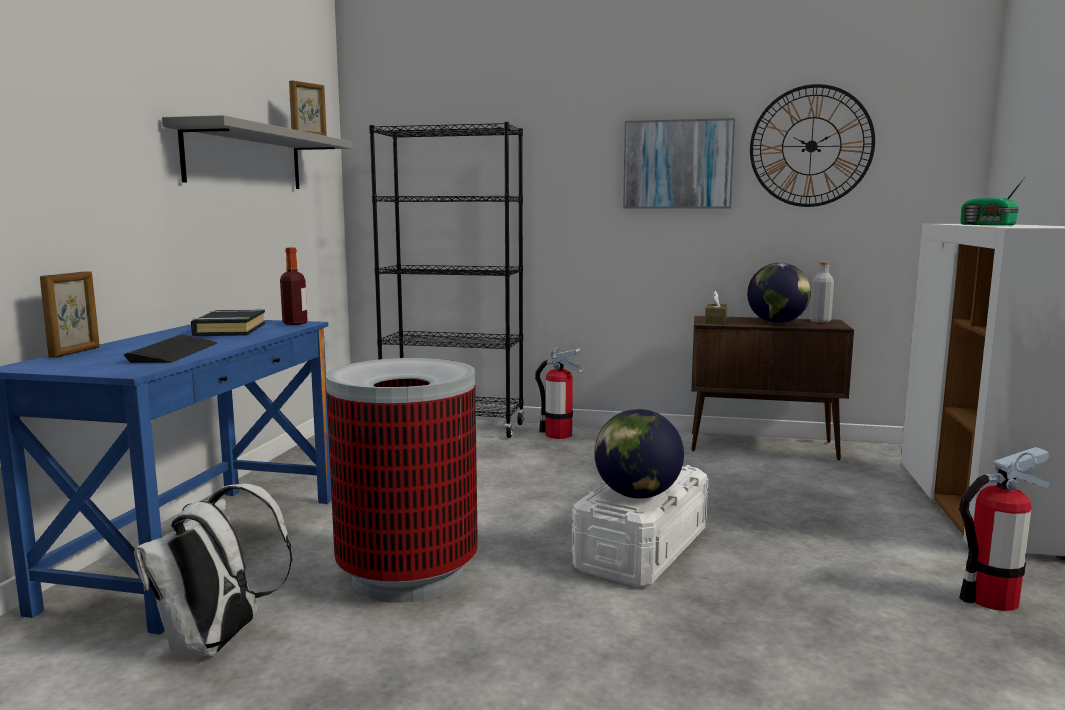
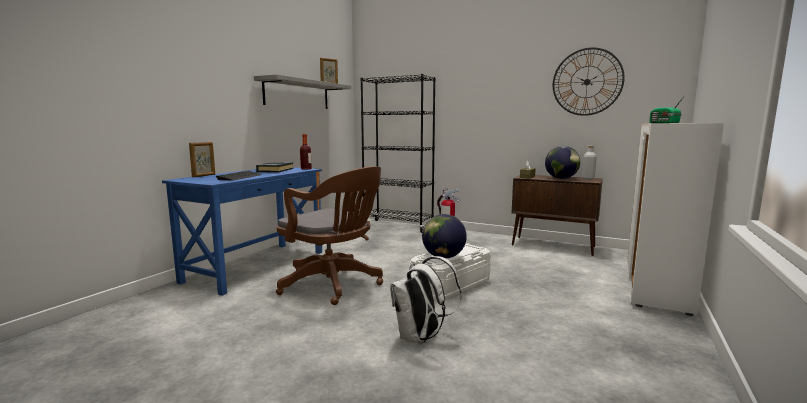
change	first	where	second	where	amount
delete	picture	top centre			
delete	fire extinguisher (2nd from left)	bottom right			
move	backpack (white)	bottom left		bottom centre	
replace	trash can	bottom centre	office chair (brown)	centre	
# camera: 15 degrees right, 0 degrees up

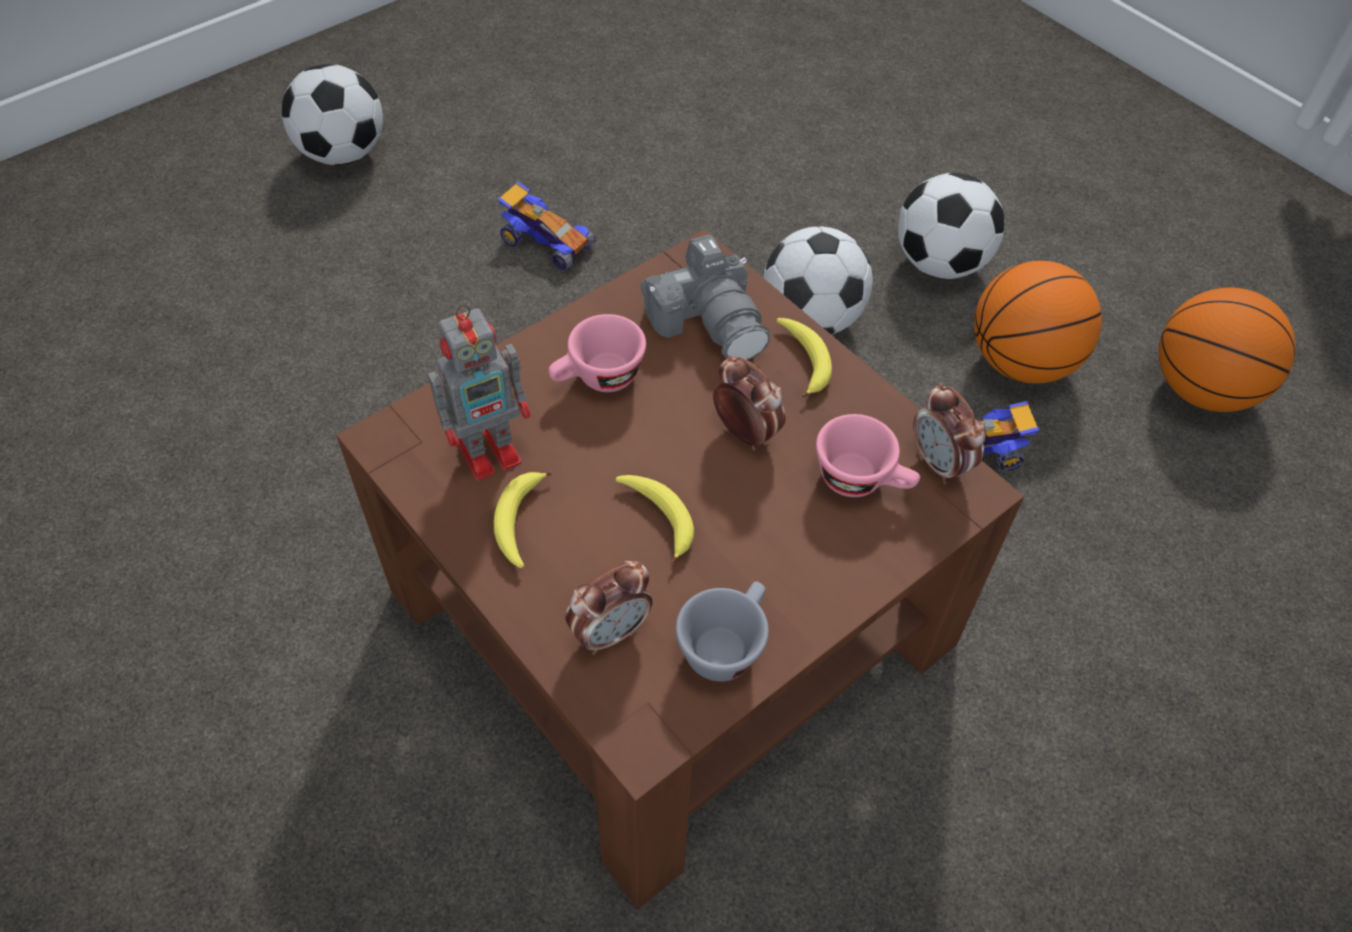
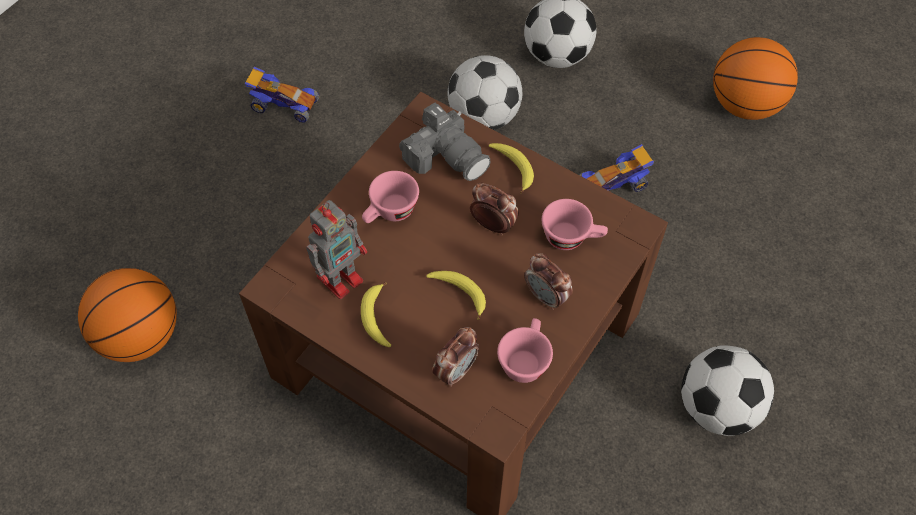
change	first	where	second	where	amount
move	football (1st from left in the first image)	top left	football (3rd from left)	bottom right	
move	alarm clock (3rd from left)	middle right		centre	
move	basketball (1st from left)	middle right		middle left	
recolor	cup (grey)	bottom centre	cup (pink) (2nd from left)	bottom centre	
# camera: 15 degrees left, 5 degrees up

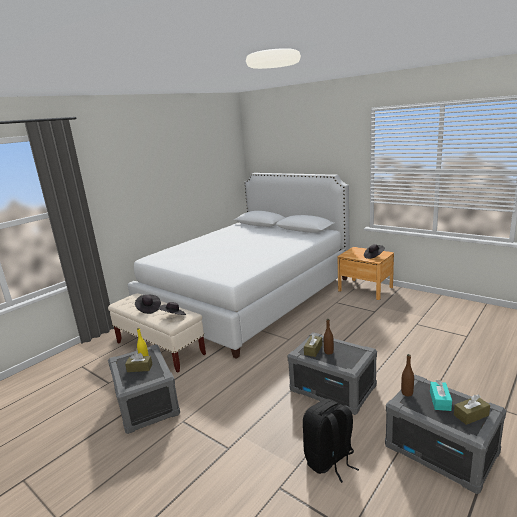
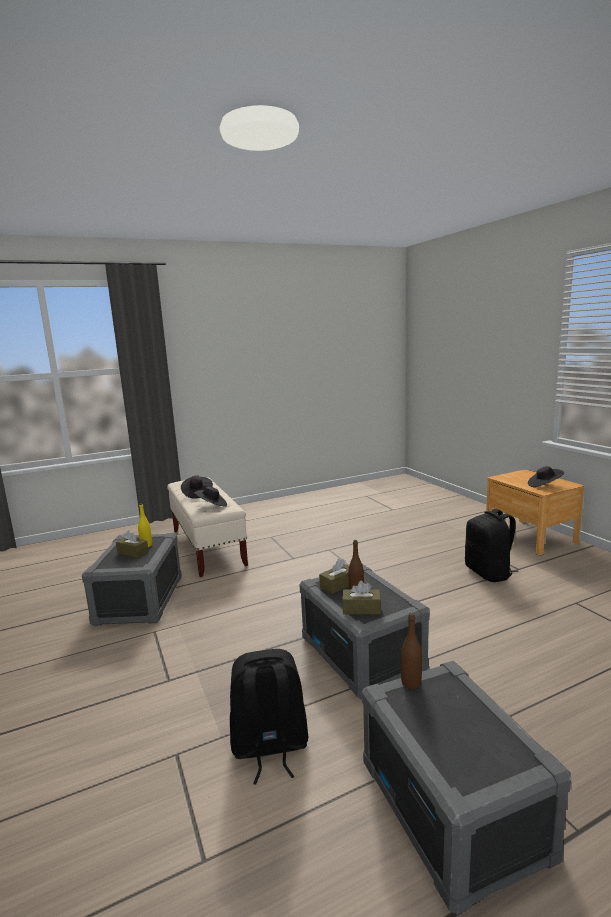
change	first	where	second	where	amount
delete	bed (white)	centre			
delete	tissue box (turquoise)	bottom right			
insert			backpack (black) (2nd from left)	middle right	
move	tissue box (brown) (3rd from left)	bottom right		centre	
# camera: 25 degrees right, 5 degrees down

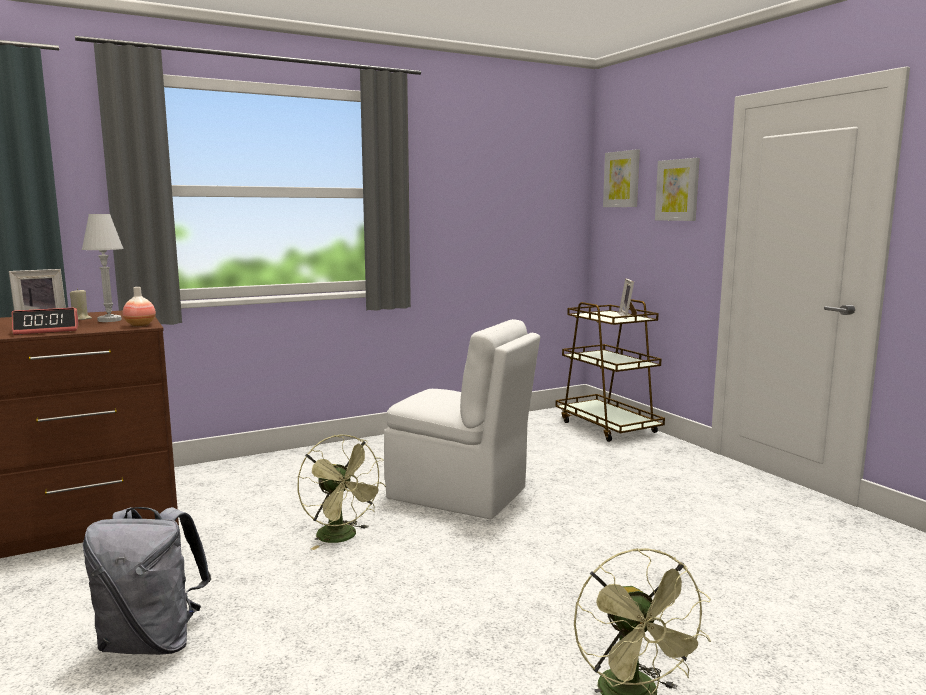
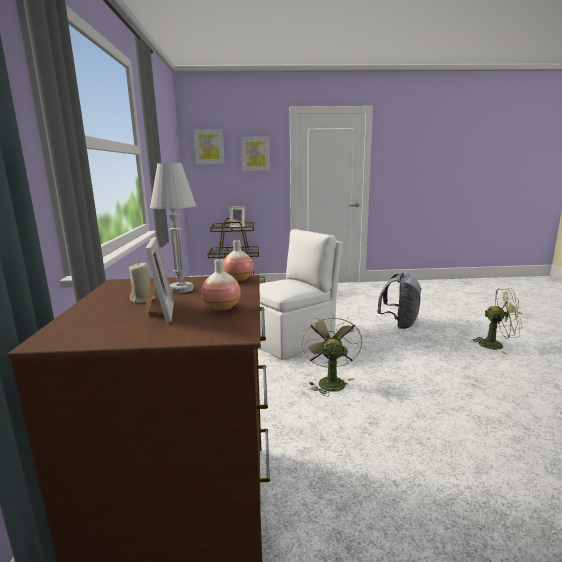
change	first	where	second	where	amount
move	backpack (grey)	bottom left		middle right	
replace	alarm clock	middle left	vase (1st from left)	centre	
rotate	fan (green) (1st from left)	bottom centre		centre	75 degrees counterclockwise
# camera: 65 degrees left, 5 degrees up

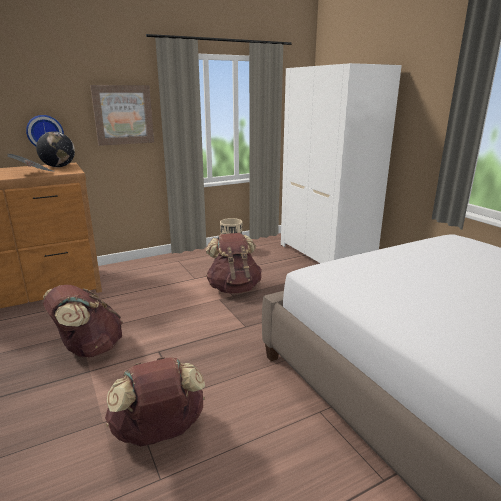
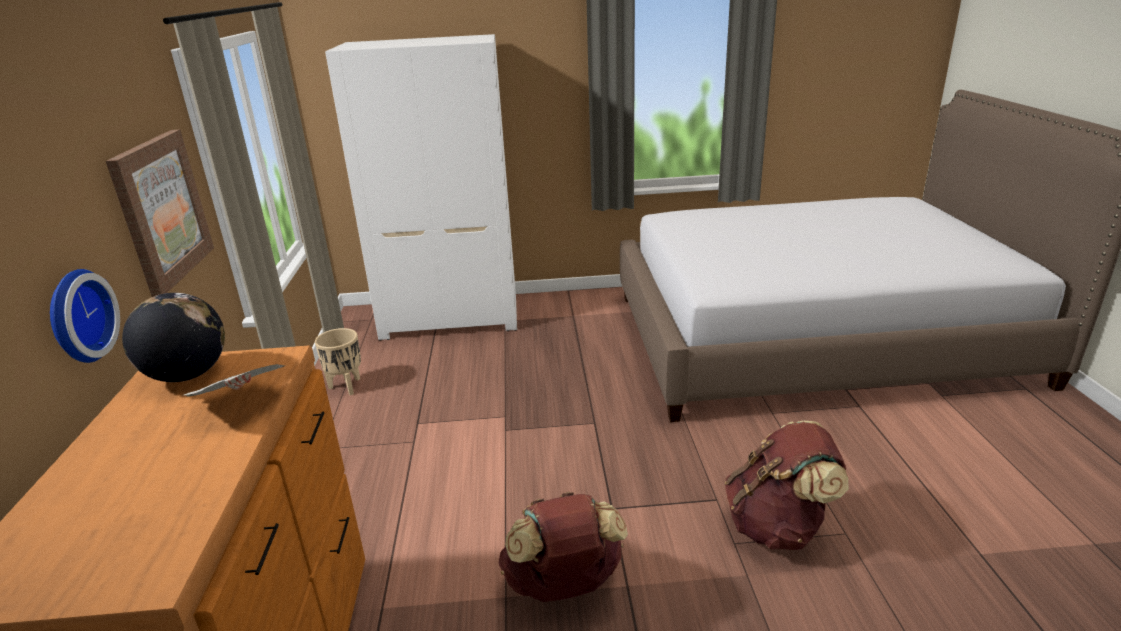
change	first	where	second	where	amount
delete	backpack (brown) (3rd from left)	centre			
# camera: 65 degrees left, 5 degrees up

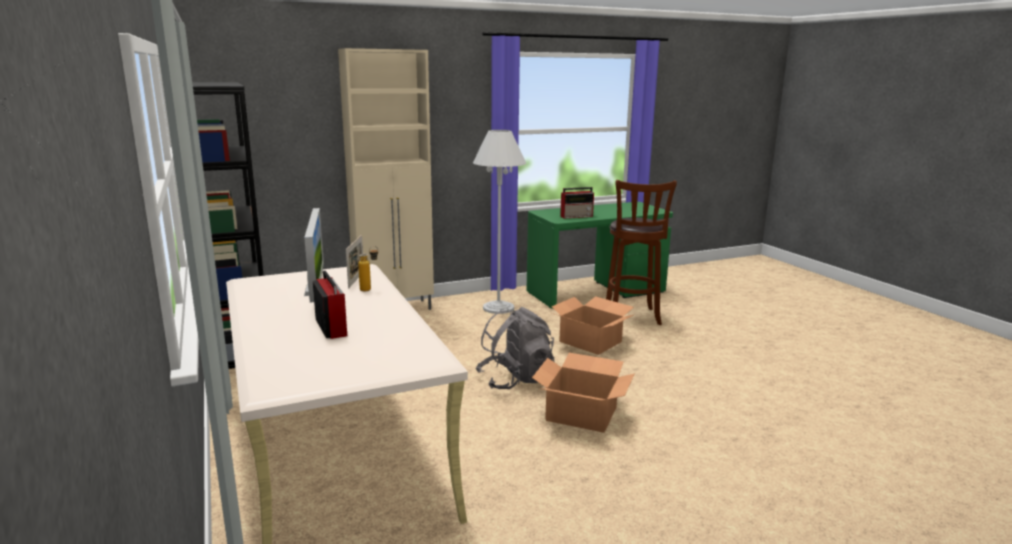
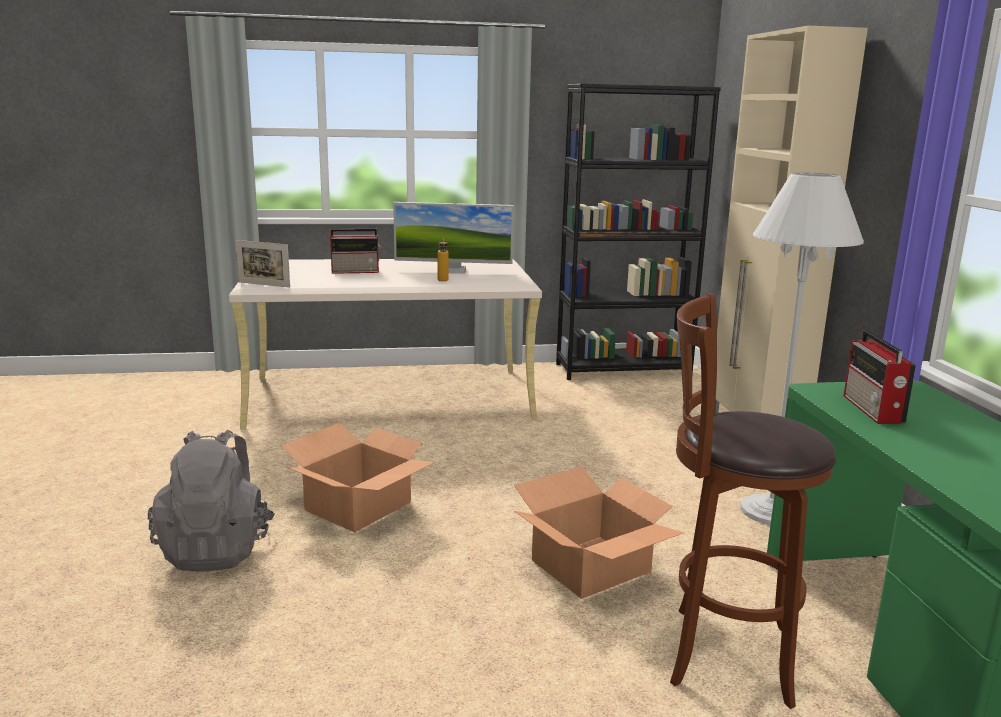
change	first	where	second	where	amount
move	picture frame	centre		middle left	
move	backpack (grey)	centre		bottom left	
# camera: 105 degrees right, 0 degrees up

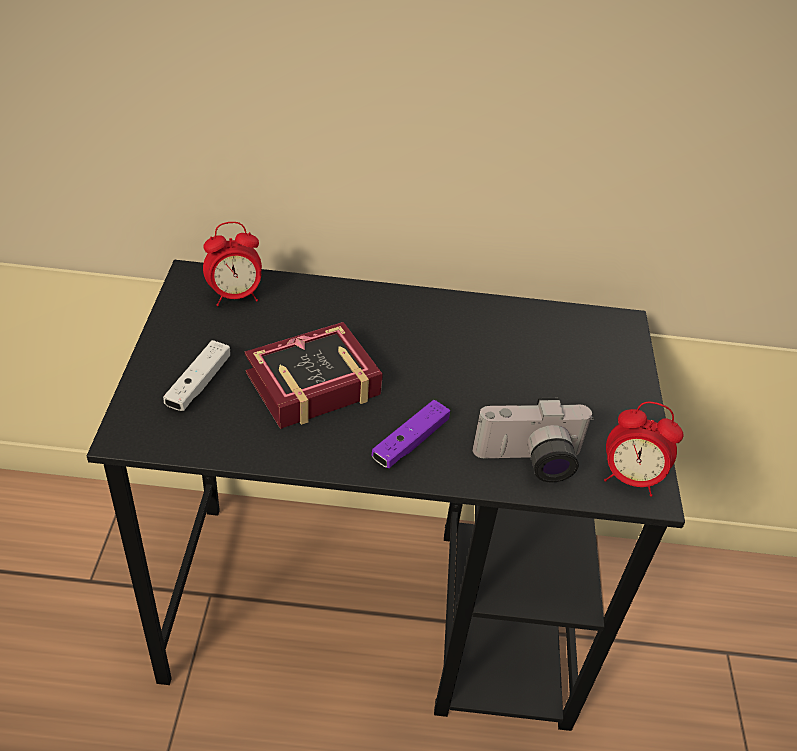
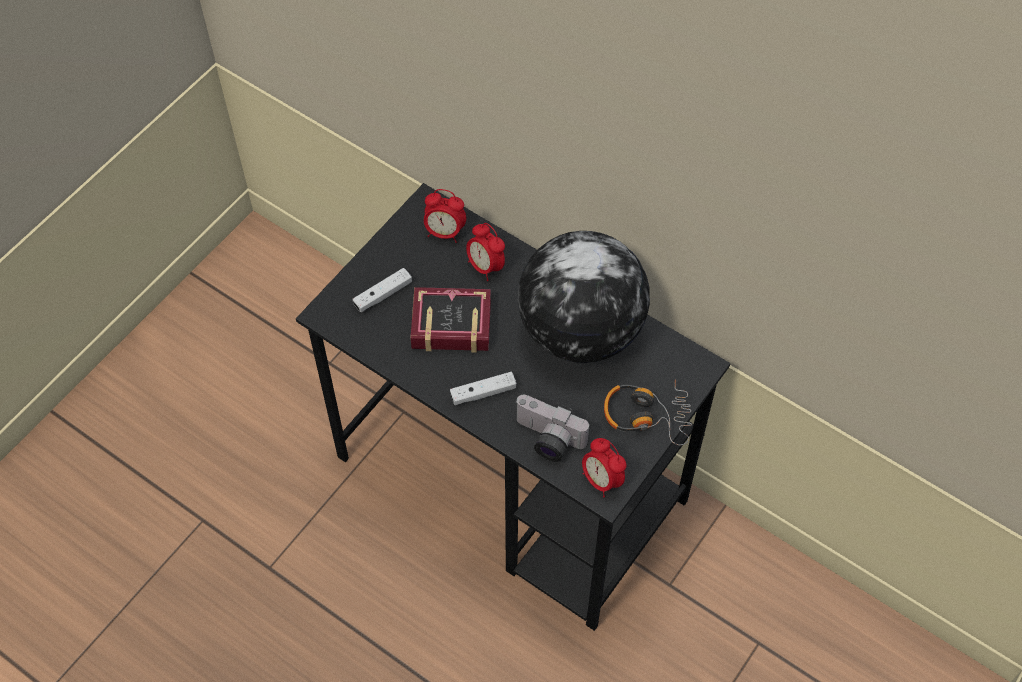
change	first	where	second	where	amount
insert			alarm clock (2nd from left)	centre	
insert			globe	centre	
insert			headphones	centre	
recolor	game controller (purple)	centre	game controller (white) (2nd from left)	centre	
# camera: 35 degrees right, 15 degrees up

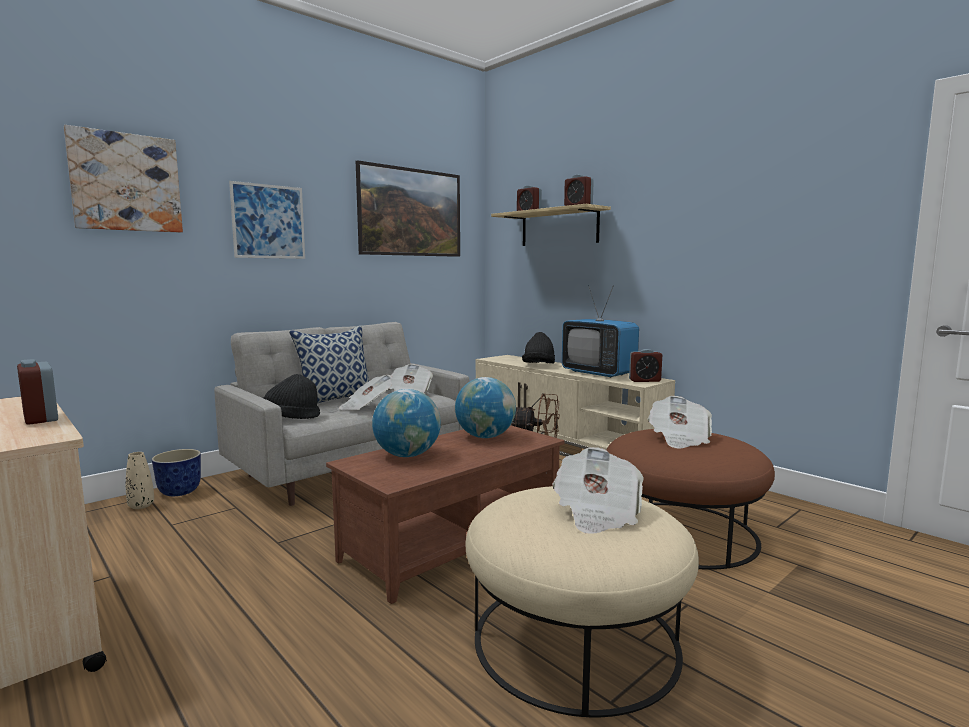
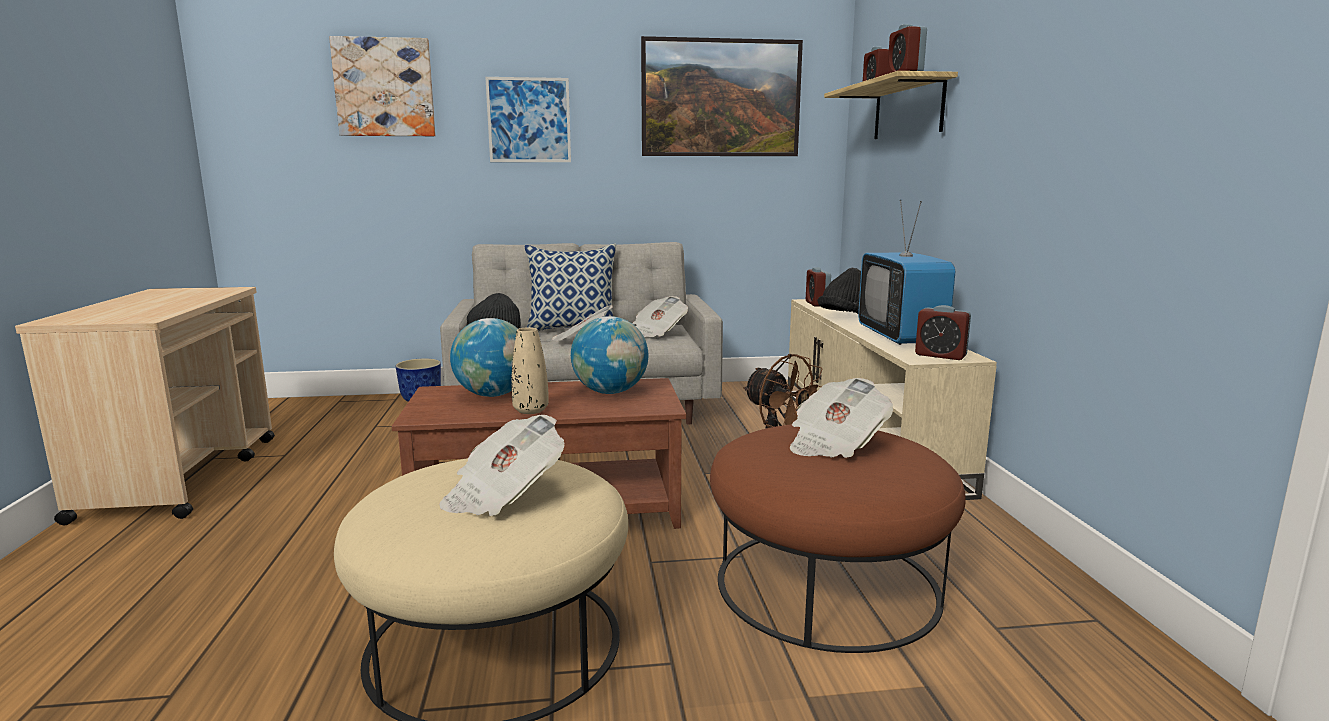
change	first	where	second	where	amount
move	alarm clock (1st from left)	middle left		centre	
move	vase (beige)	middle left		centre	
# camera: 35 degrees right, 5 degrees up

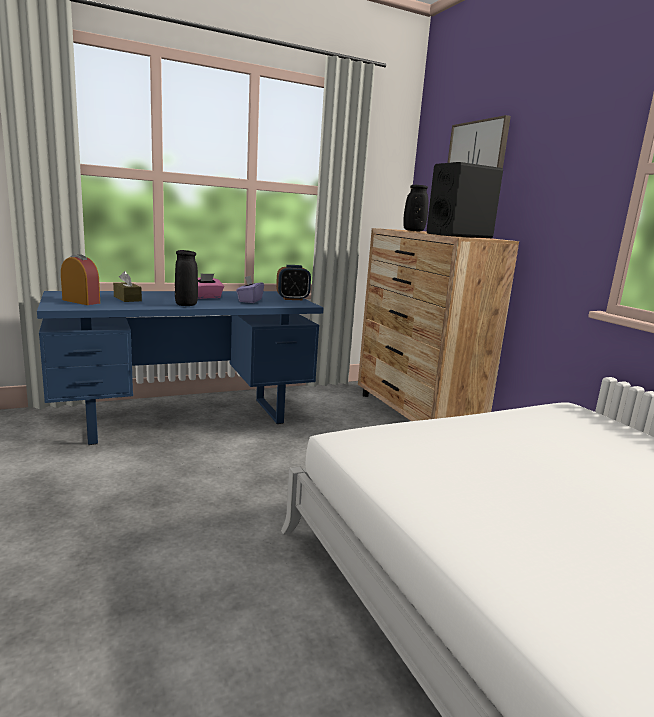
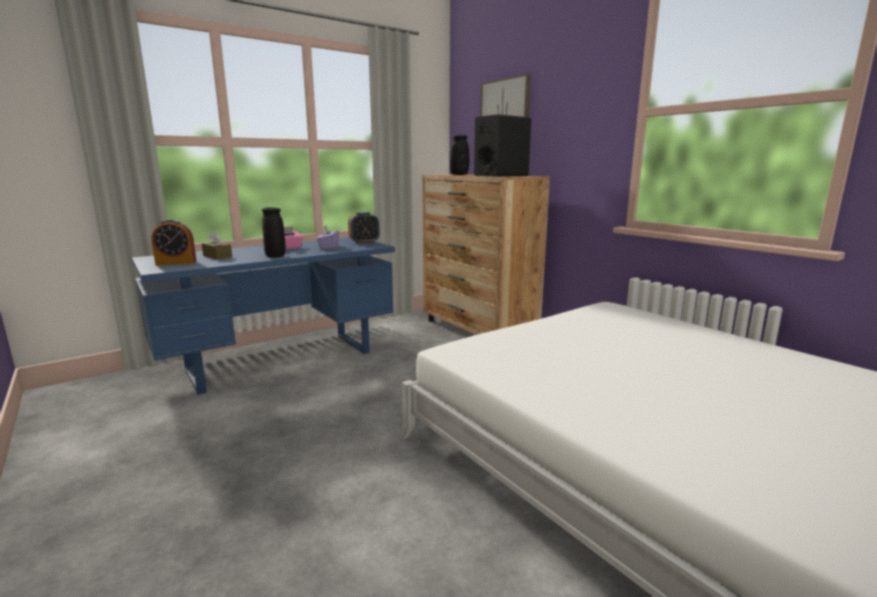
change	first	where	second	where	amount
rotate	alarm clock (1st from left)	middle left		middle left	150 degrees clockwise
# camera: 10 degrees left, 0 degrees up

